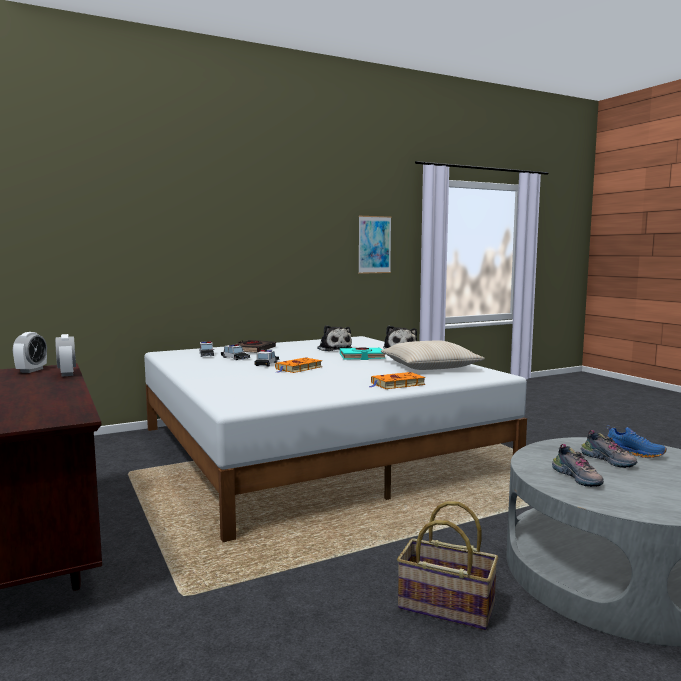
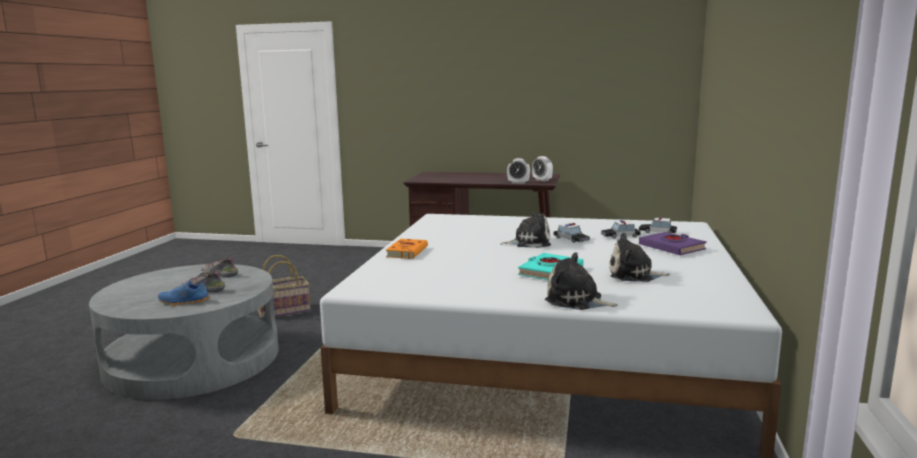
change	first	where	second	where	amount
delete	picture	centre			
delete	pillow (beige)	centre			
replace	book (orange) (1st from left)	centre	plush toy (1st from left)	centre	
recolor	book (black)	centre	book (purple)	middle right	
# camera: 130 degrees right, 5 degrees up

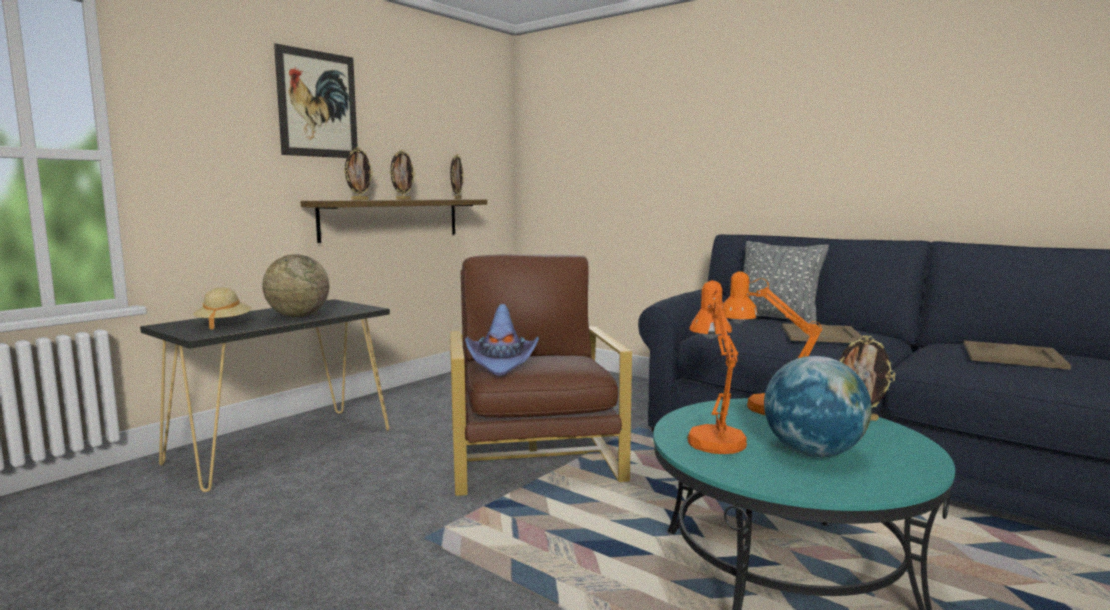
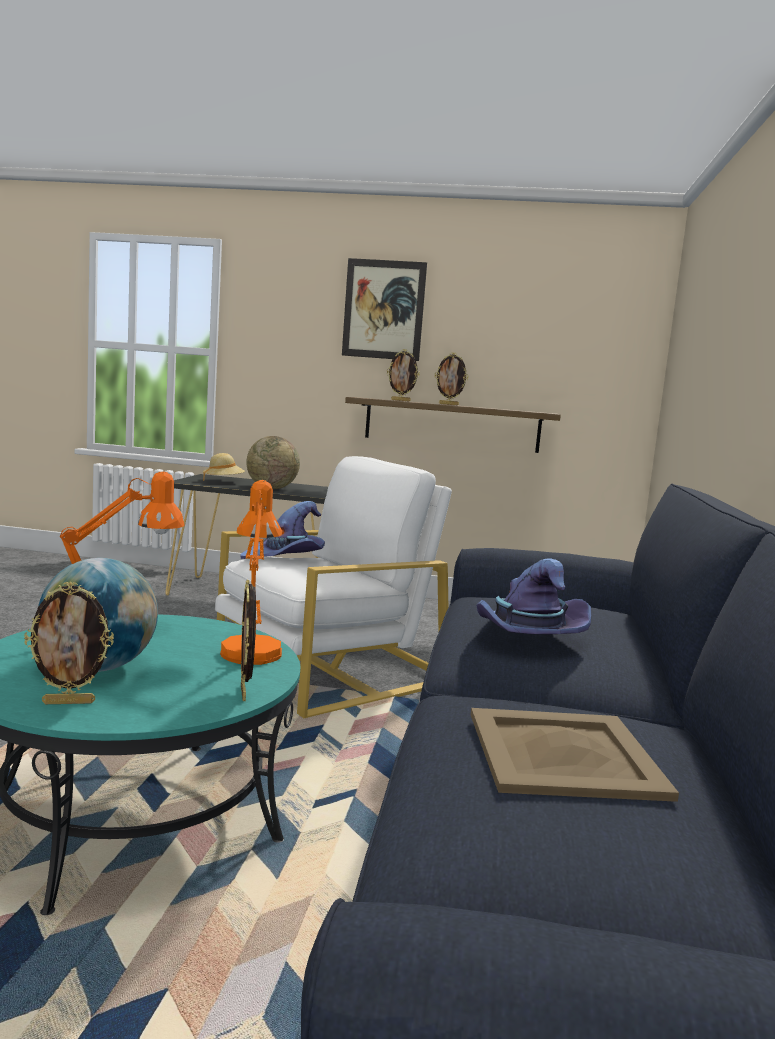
change	first	where	second	where	amount
delete	pillow (grey)	middle right			
move	picture frame (3rd from left in the first image)	top centre	picture frame (1st from left)	middle left	
replace	tray (beige) (1st from left)	middle right	hat (purple) (2nd from left)	middle right	
recolor	armchair (brown)	centre	armchair (white)	centre	
# camera: 60 degrees right, 0 degrees up

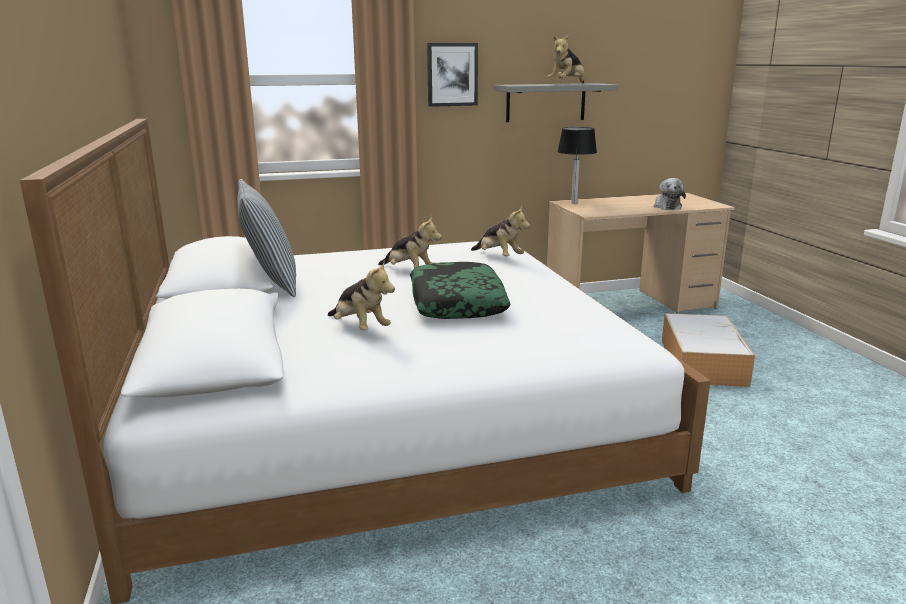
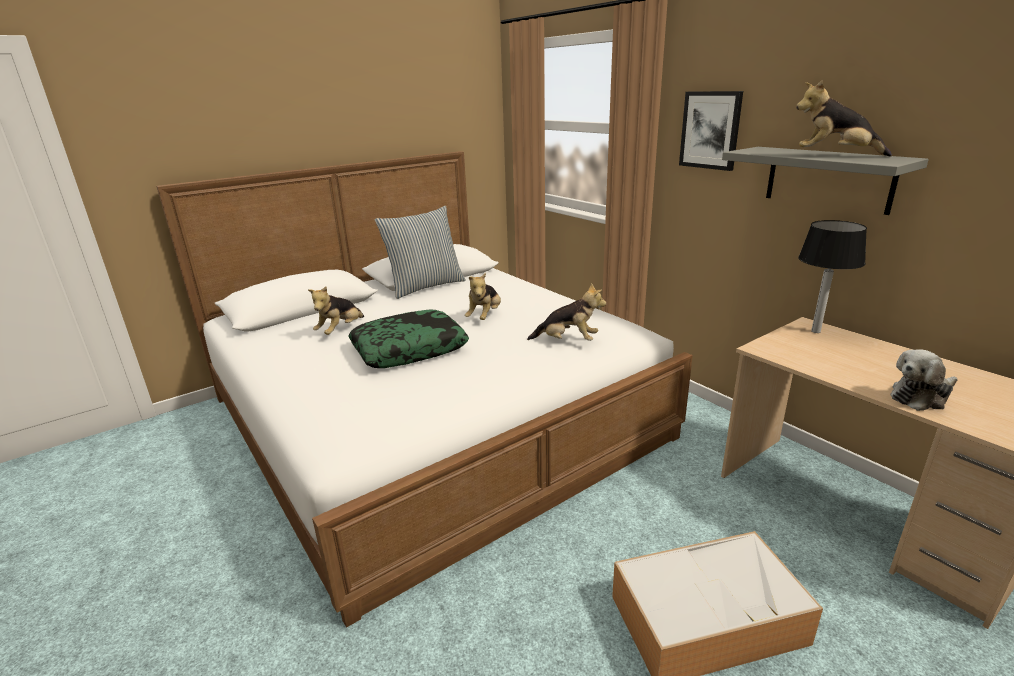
change	first	where	second	where	amount
rotate	plush toy (3rd from left)	centre		centre	105 degrees counterclockwise
# camera: 70 degrees right, 5 degrees up

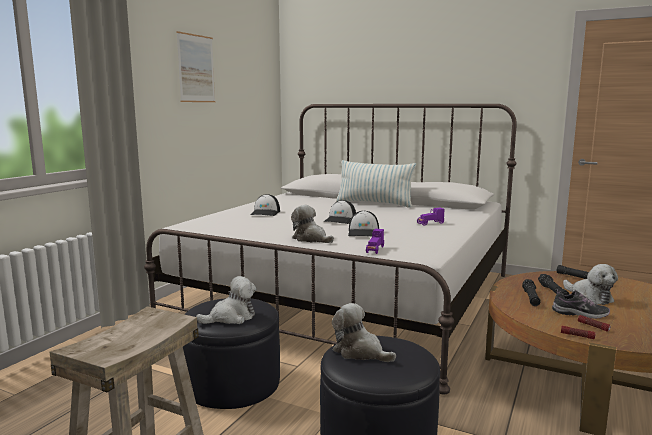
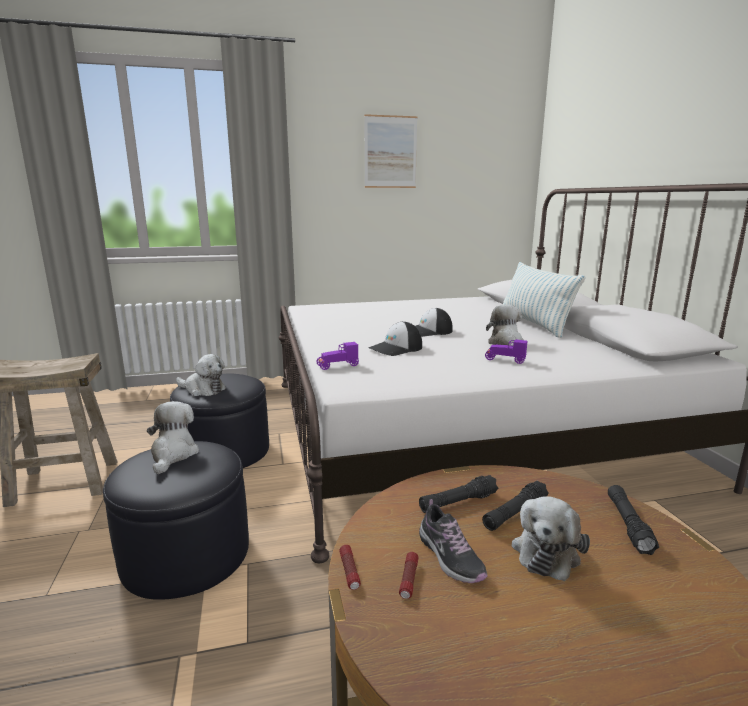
change	first	where	second	where	amount
delete	cap (1st from left)	centre			
move	plush toy (2nd from left in the first image)	centre	plush toy (3rd from left)	middle right	
# camera: 50 degrees right, 5 degrees up

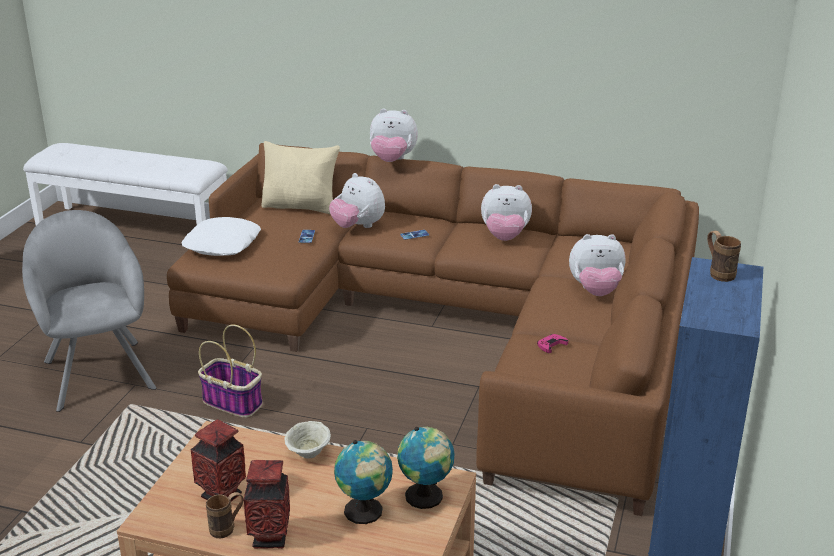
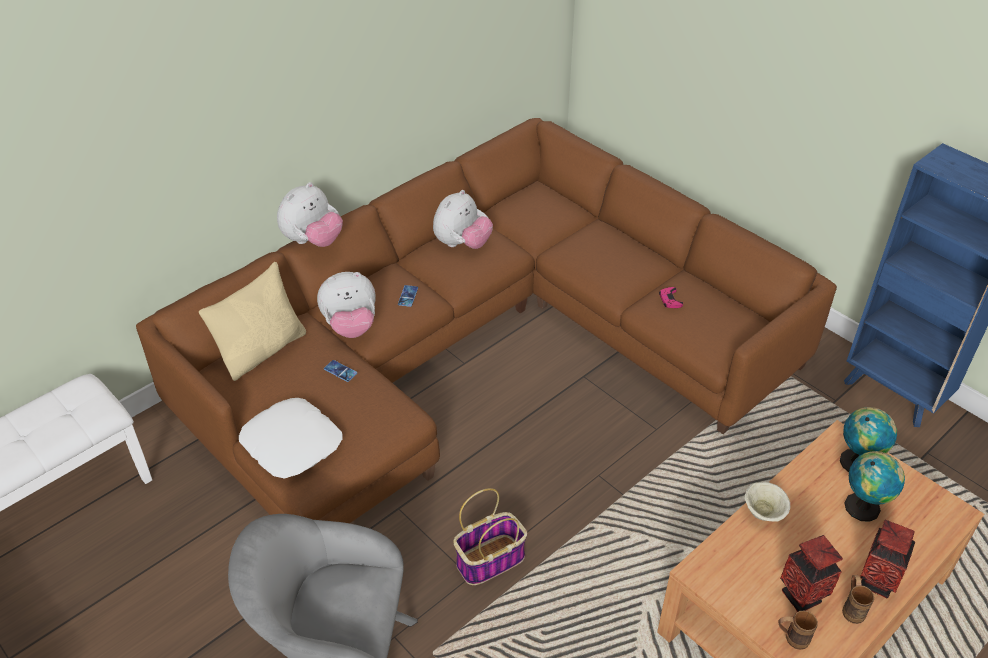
change	first	where	second	where	amount
delete	plush toy (4th from left)	middle right			
move	mug (brown) (2nd from left in the first image)	middle right	mug (brown) (1st from left)	bottom right	
# camera: 60 degrees left, 15 degrees up

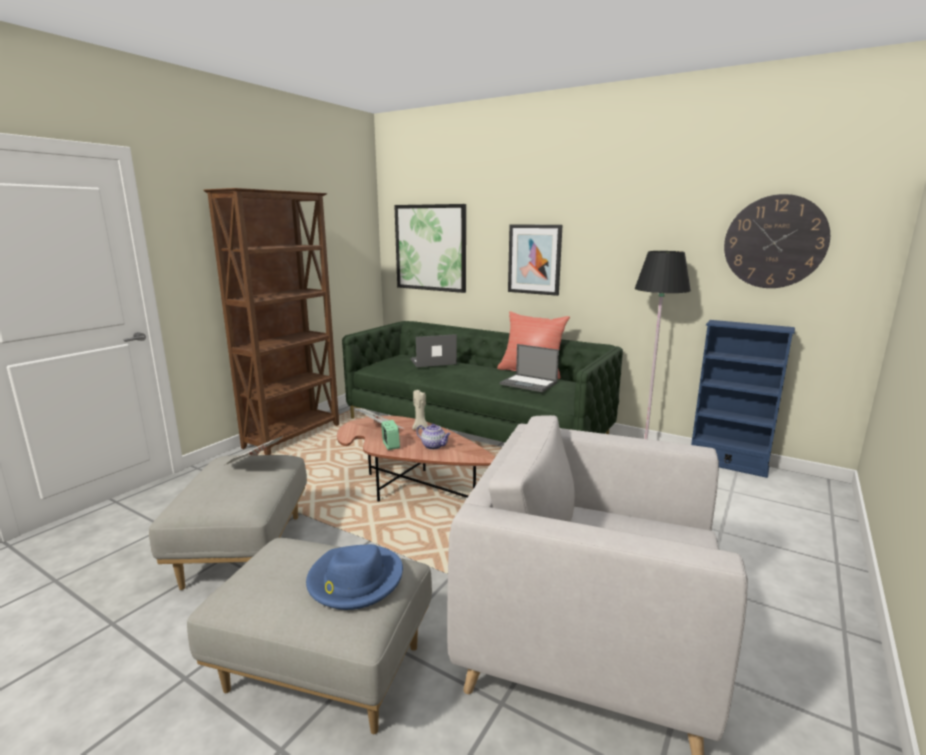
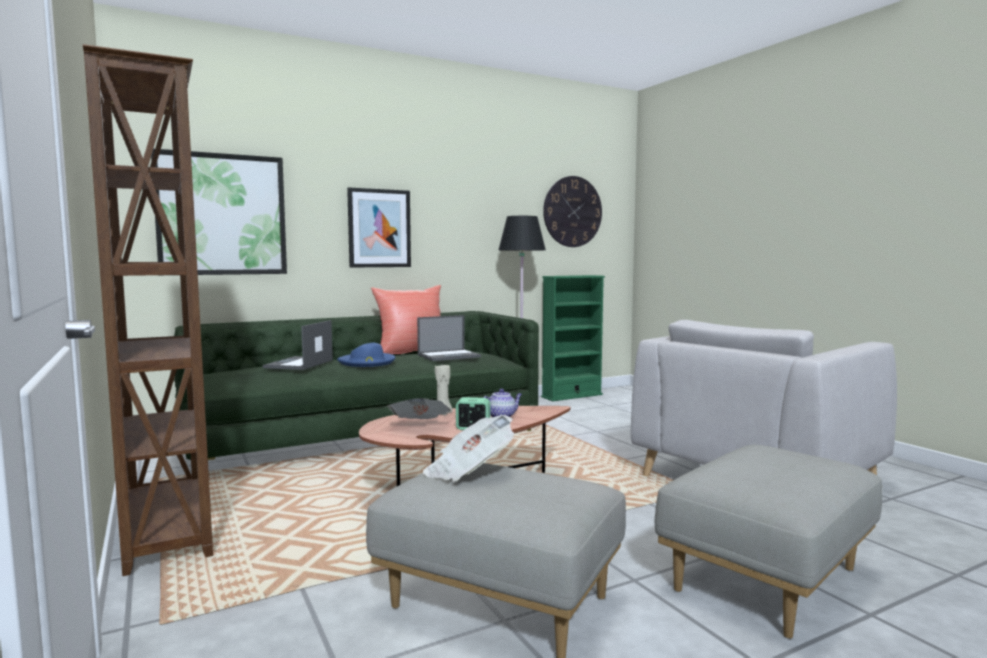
change	first	where	second	where	amount
move	hat (blue)	bottom centre		centre	
recolor	bookcase (blue)	middle right	bookcase (green)	centre	
# camera: 60 degrees left, 10 degrees down

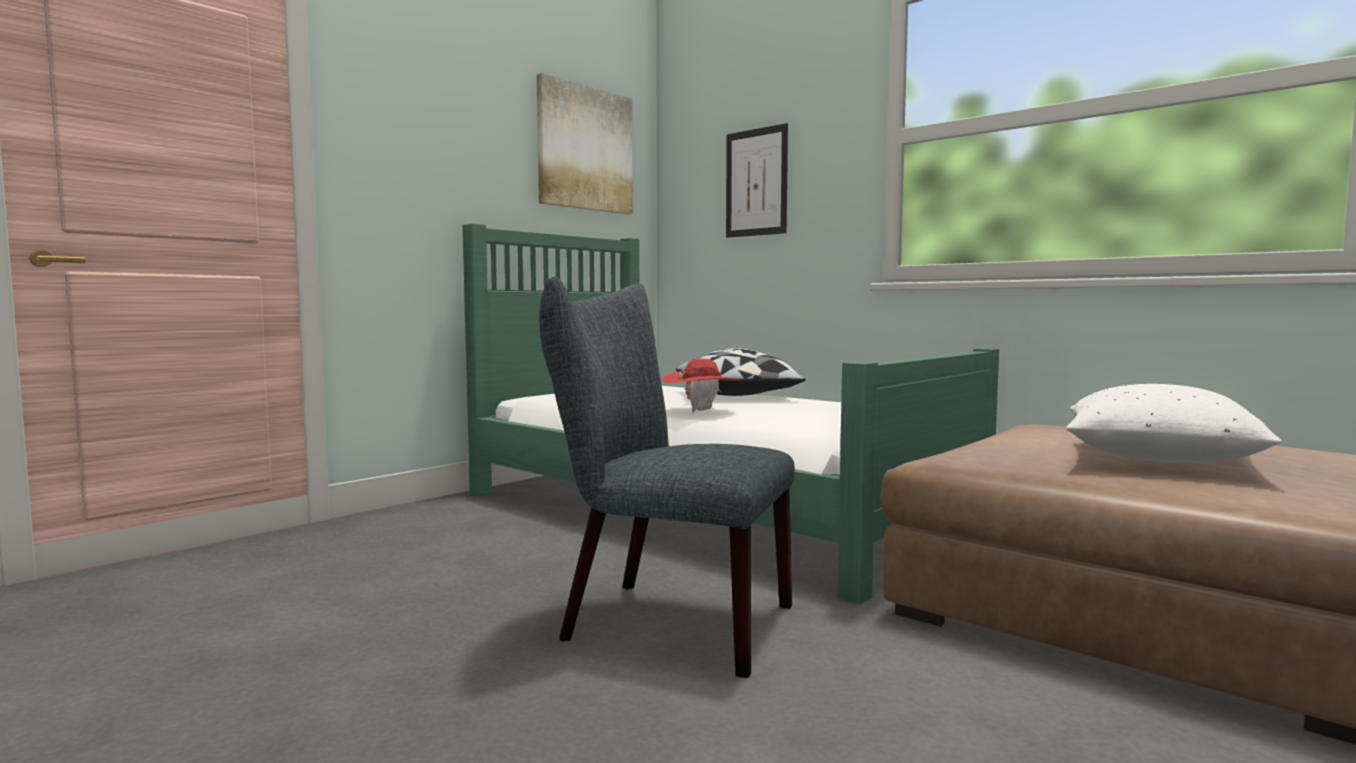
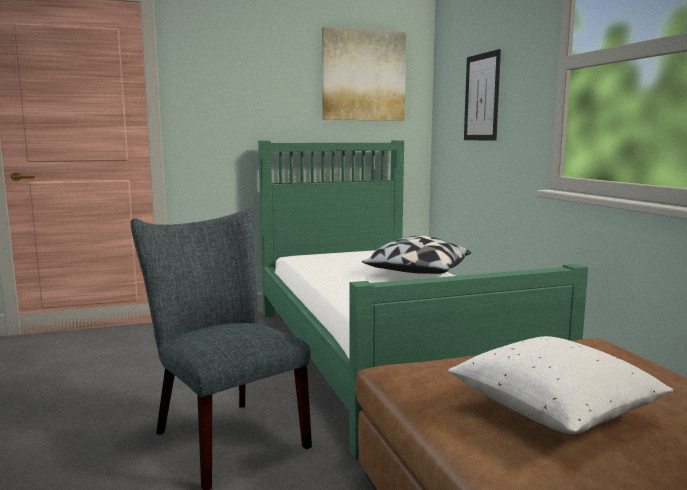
change	first	where	second	where	amount
delete	hat (red)	centre			
# camera: 30 degrees right, 5 degrees up

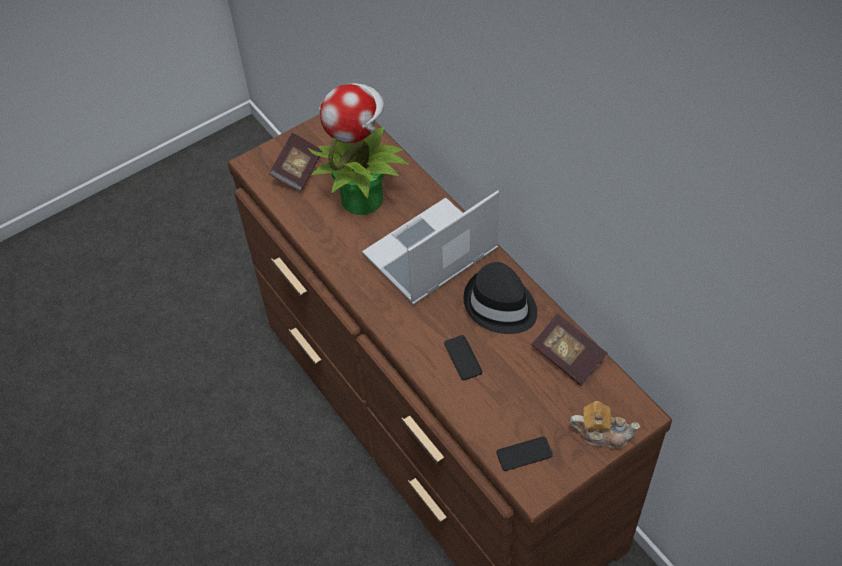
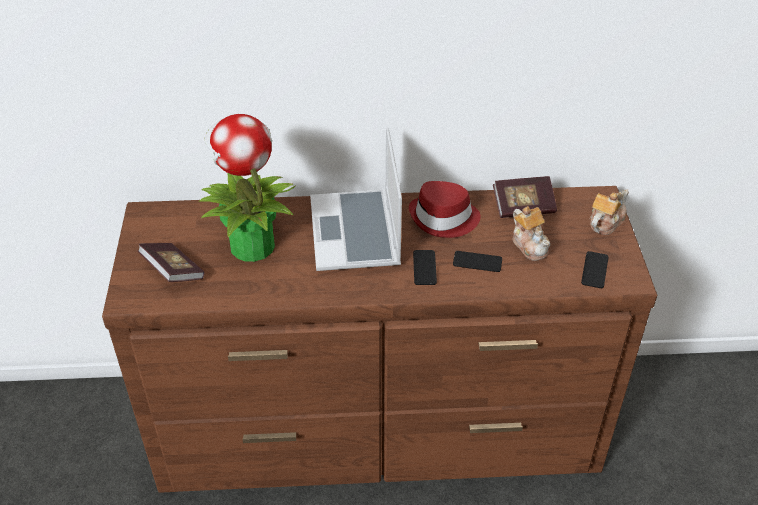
change	first	where	second	where	amount
insert			phone (1st from left)	centre	
insert			teapot (1st from left)	middle right	
recolor	hat (black)	centre	hat (red)	centre	
# camera: 60 degrees left, 10 degrees down

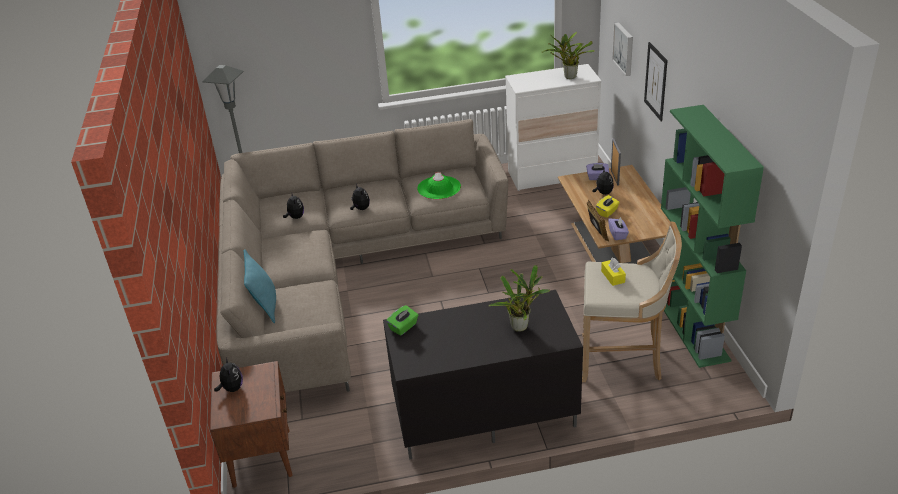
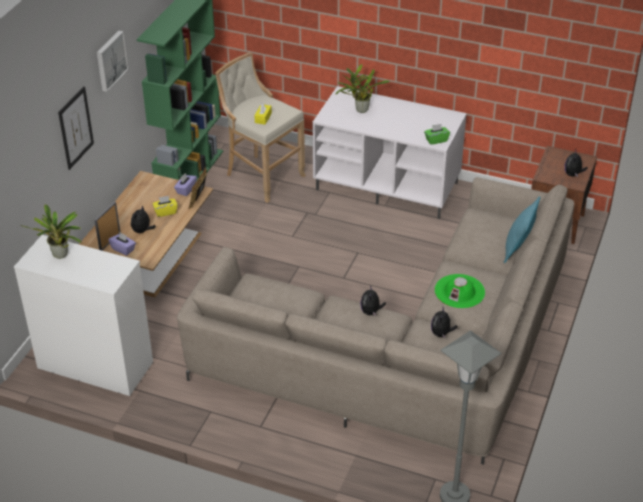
change	first	where	second	where	amount
move	hat (green)	centre		middle right	
move	picture (1st from left in the first image)	top right	picture (2nd from left)	top left	
recolor	tv stand (black)	bottom centre	tv stand (white)	top centre	
# camera: 150 degrees left, 5 degrees up

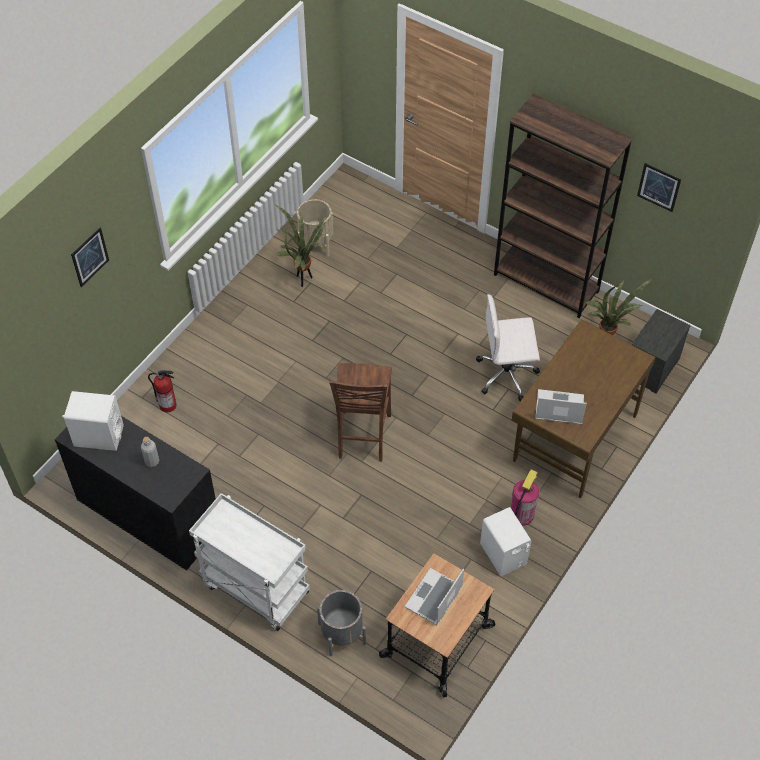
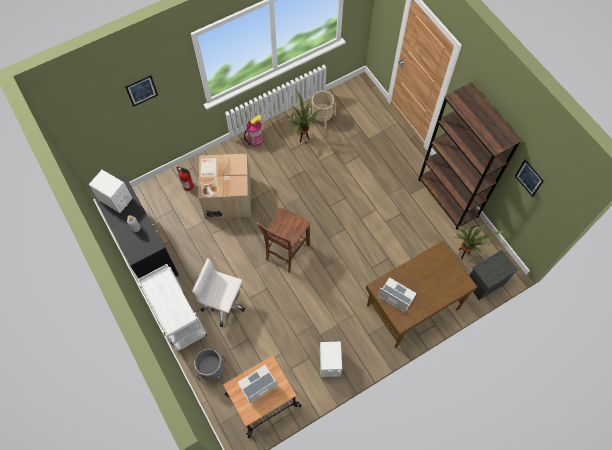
change	first	where	second	where	amount
insert			cardboard box	centre	
move	office chair (white)	middle right		centre	
move	fire extinguisher (2nd from left)	middle right		top centre	
# camera: 25 degrees right, 10 degrees up

